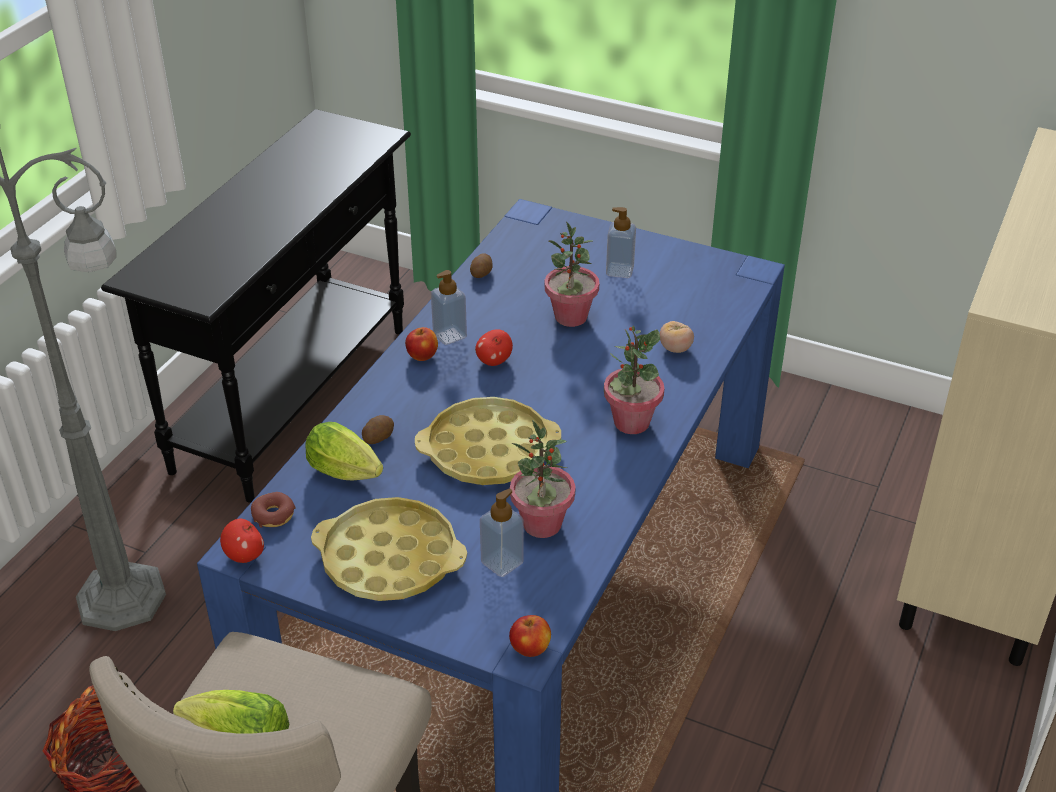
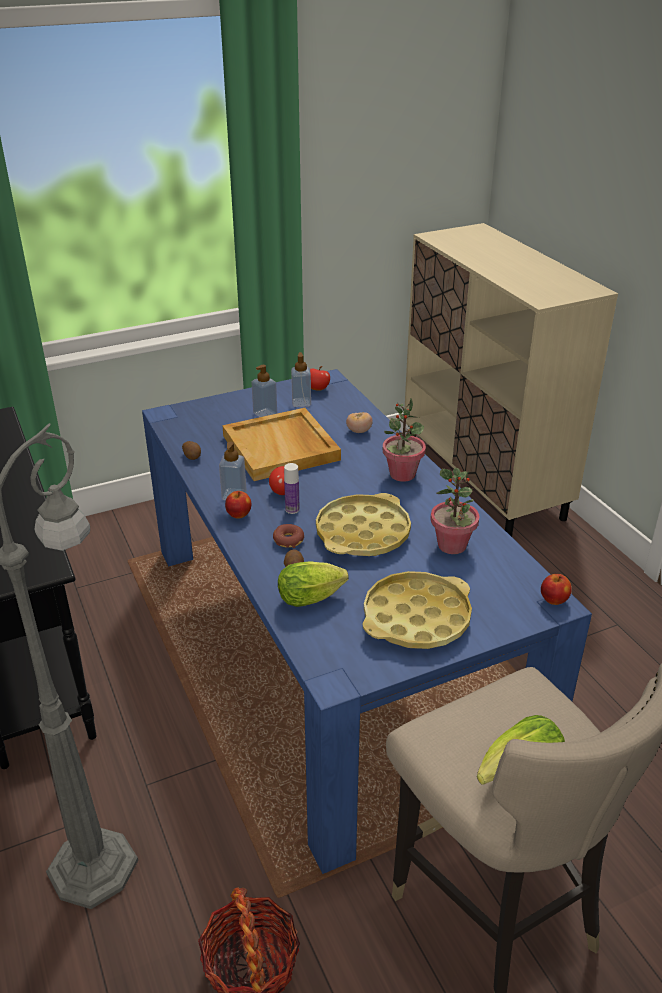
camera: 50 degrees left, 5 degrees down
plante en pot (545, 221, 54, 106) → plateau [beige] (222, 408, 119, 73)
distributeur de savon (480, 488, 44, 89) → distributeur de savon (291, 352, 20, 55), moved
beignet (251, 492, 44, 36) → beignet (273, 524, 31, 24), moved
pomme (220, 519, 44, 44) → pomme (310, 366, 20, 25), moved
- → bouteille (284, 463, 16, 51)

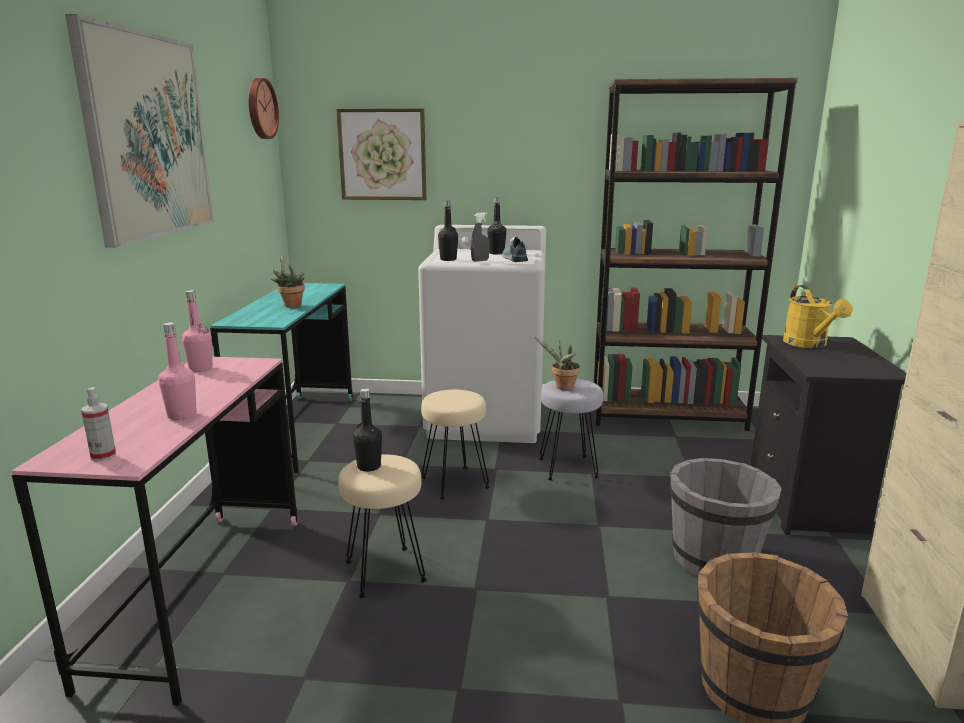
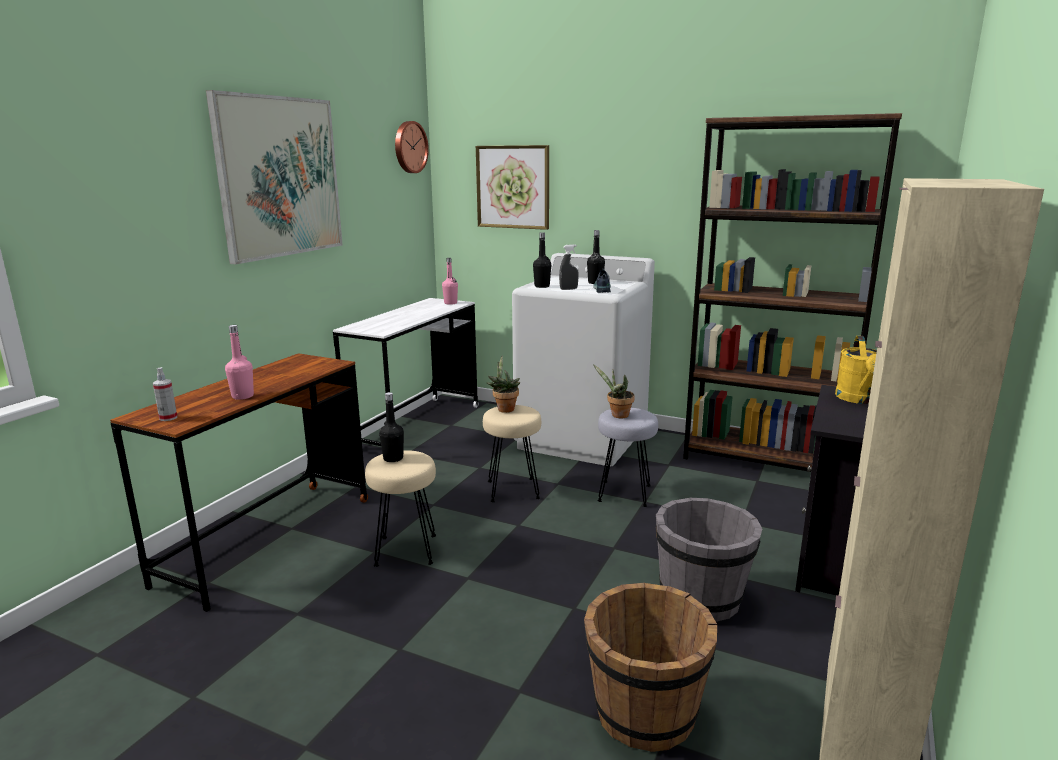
camera: 20 degrees right, 0 degrees up
plante en pot (271, 254, 34, 54) → plante en pot (487, 355, 33, 58), moved
bureau [turquoise] (210, 283, 143, 190) → bureau [blanc] (333, 298, 145, 148)
bouteille [rose] (182, 290, 31, 82) → bouteille [rose] (442, 258, 16, 47), moved
bureau [rose] (12, 357, 286, 349) → bureau [marron] (110, 353, 258, 259)

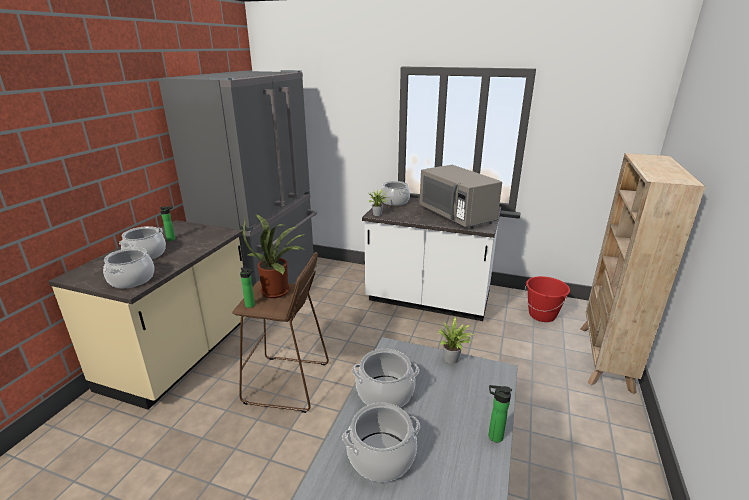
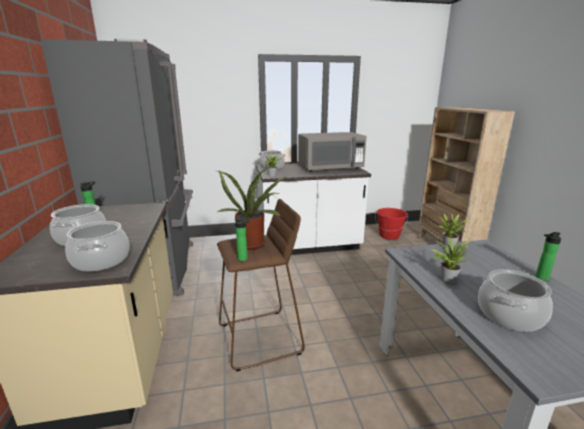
camera: 30 degrees left, 5 degrees down
micro-ondes [gris] (420, 165, 82, 64) → micro-ondes [gris] (298, 132, 68, 40), 45 degrees counterclockwise
marmite (352, 349, 67, 59) → plante en pot (431, 237, 39, 47)

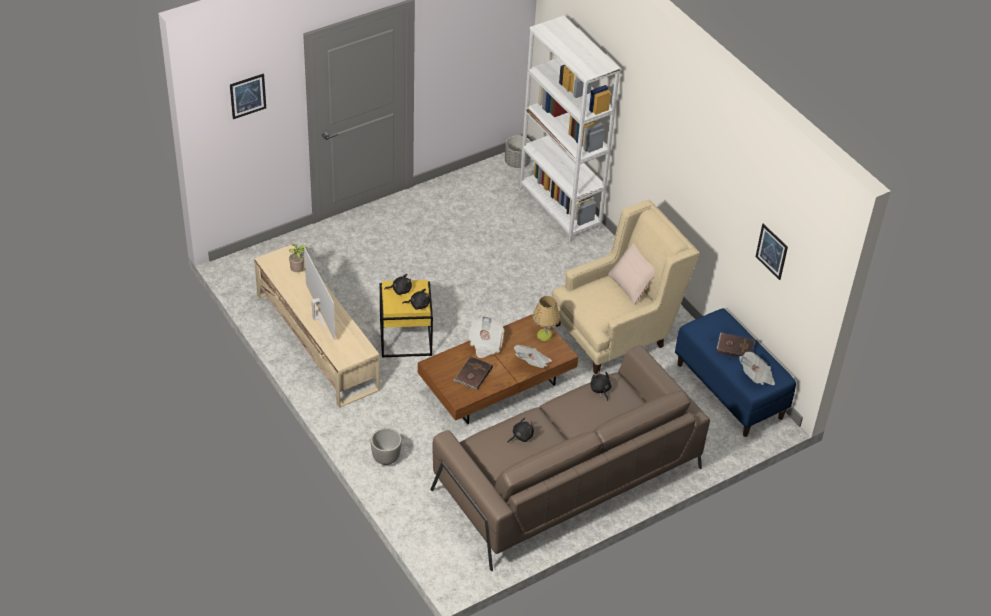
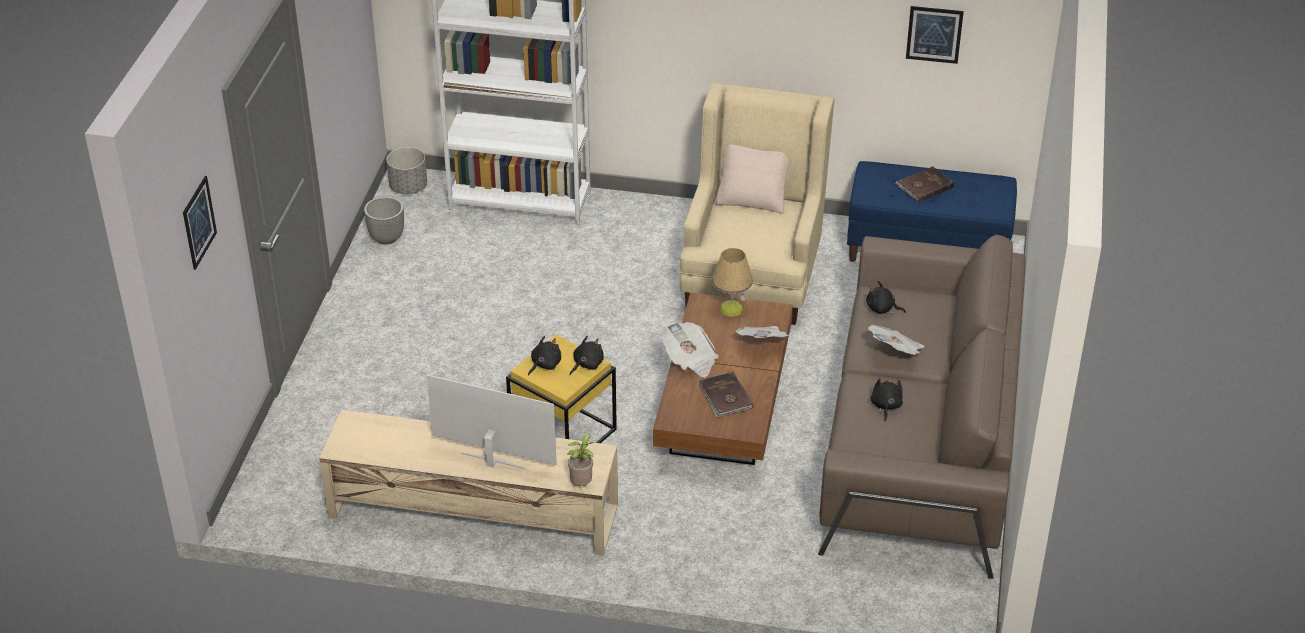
camera: 45 degrees left, 5 degrees down
plante en pot (289, 244, 18, 28) → plante en pot (567, 434, 27, 52), moved
journal (739, 352, 36, 33) → journal (868, 325, 57, 30), moved
cache-pot (370, 428, 32, 37) → cache-pot (364, 197, 40, 48), moved

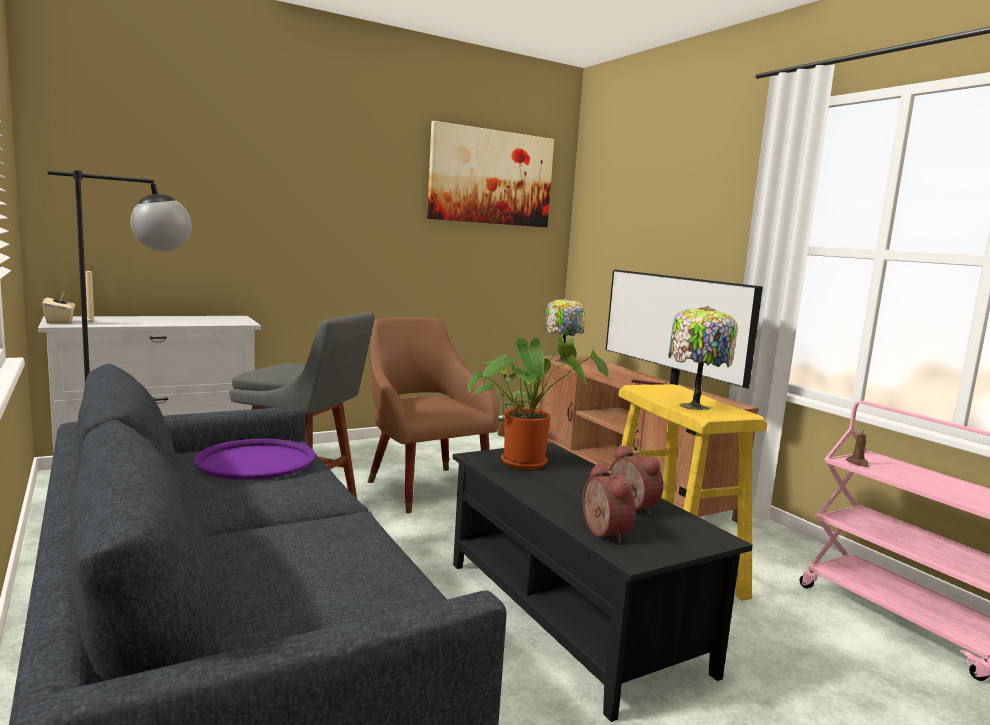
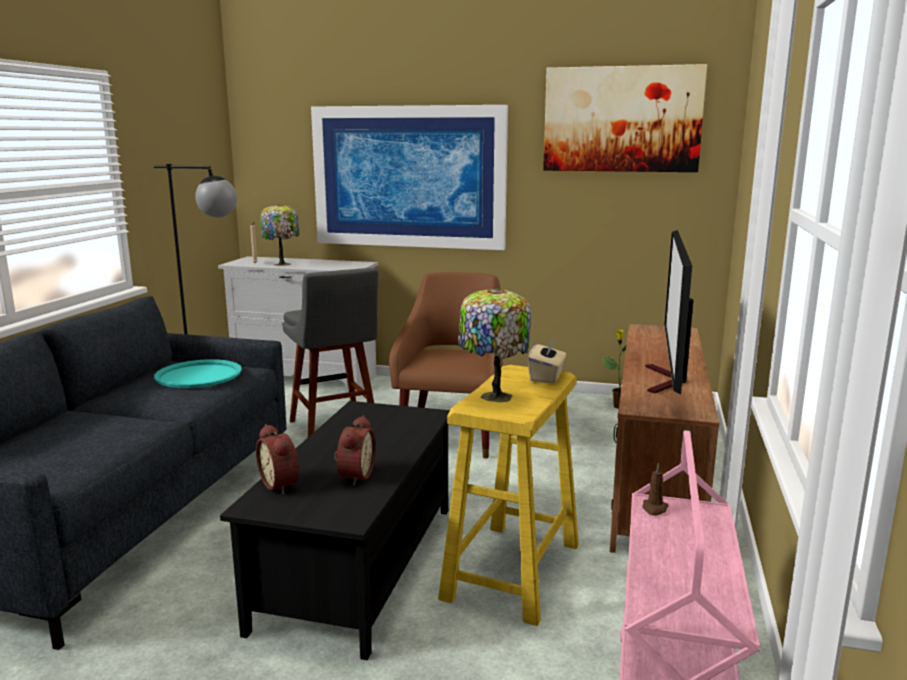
camera: 45 degrees right, 5 degrees up
boîte à mouchoirs [beige] (43, 291, 33, 33) → boîte à mouchoirs [beige] (528, 340, 38, 44), moved
lampe de table (545, 298, 40, 65) → lampe de table (260, 204, 39, 62), moved
plante en pot (468, 337, 141, 133) → -
plateau [violet] (194, 439, 121, 41) → plateau [turquoise] (154, 359, 88, 29)
réveil (583, 463, 52, 80) → réveil (256, 424, 43, 70), 120 degrees clockwise
- → tableau (311, 105, 197, 145)

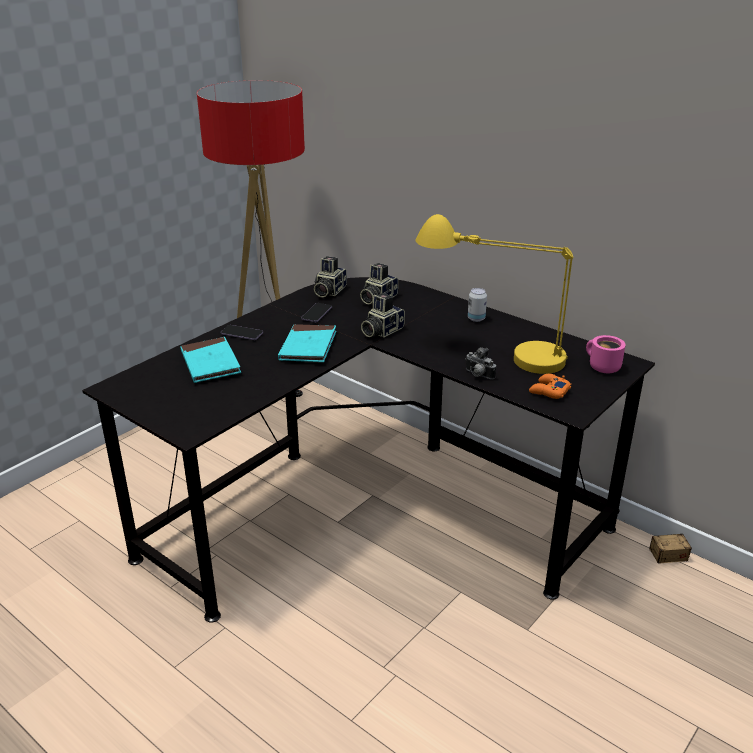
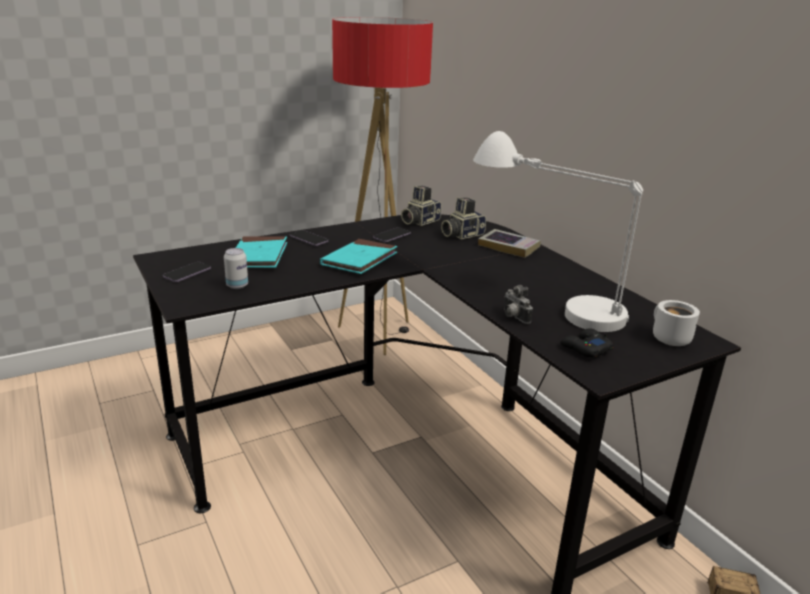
camera: 20 degrees right, 5 degrees down
lampe de table [jaune] (416, 214, 157, 160) → lampe de table [blanc] (473, 131, 170, 201)
boîte métallique (468, 288, 19, 34) → boîte métallique (224, 248, 24, 41), moved
appareil photo (361, 293, 44, 45) → -
mug [rose] (586, 335, 40, 38) → mug [blanc] (653, 300, 47, 46)
manette [orange] (529, 373, 42, 26) → manette [noir] (560, 328, 54, 30)
- → livre (478, 229, 63, 29)
- → téléphone (163, 262, 48, 20)

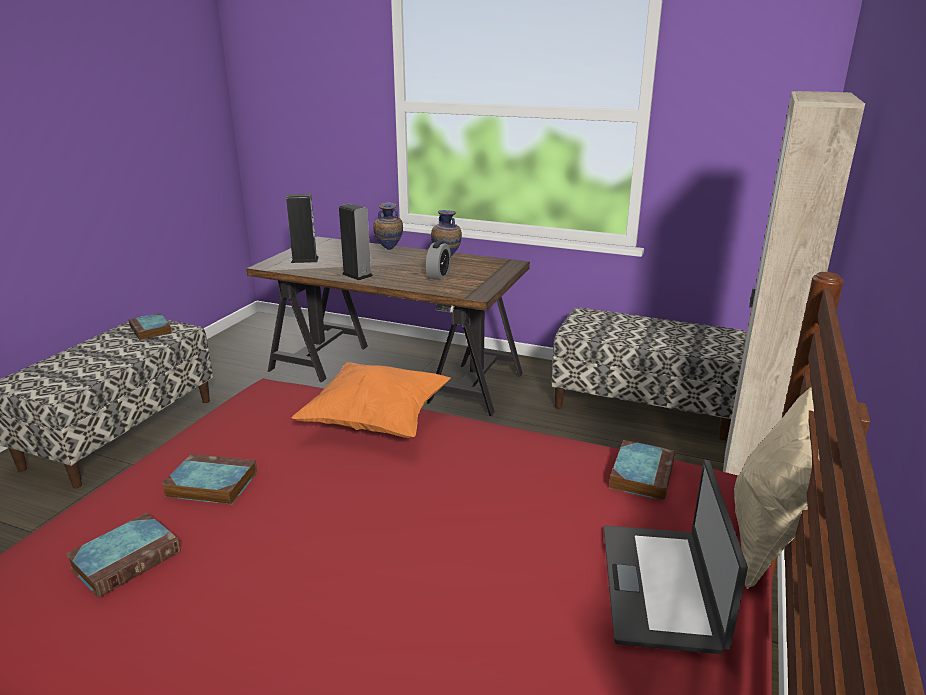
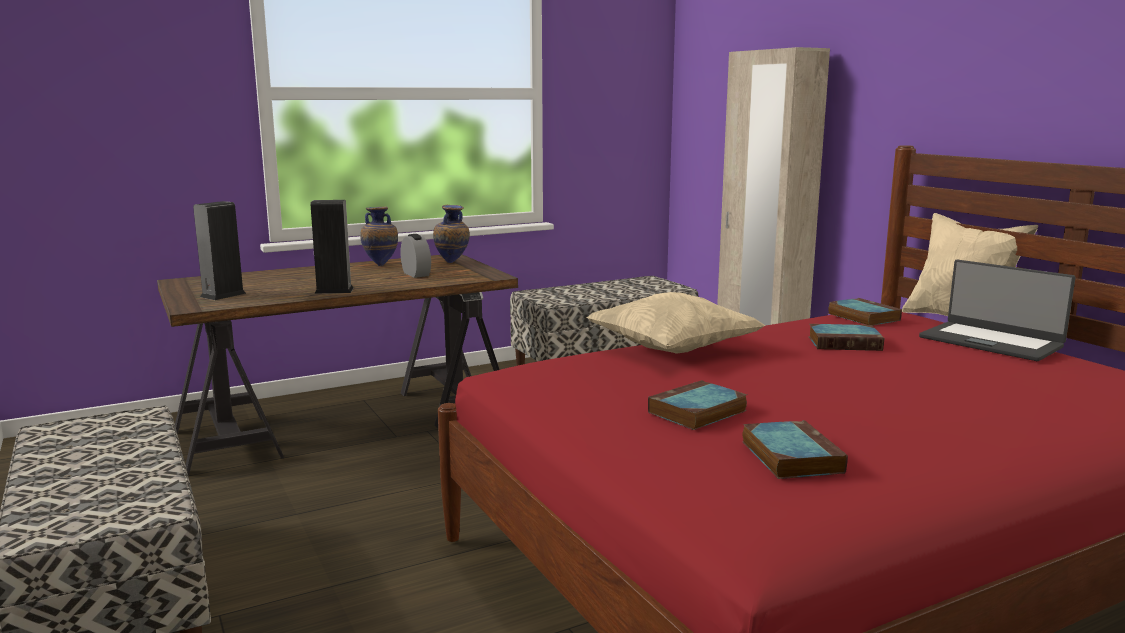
camera: 50 degrees left, 10 degrees down
vase (373, 202, 30, 48) → vase (433, 205, 37, 58), moved
livre (128, 313, 44, 27) → livre (808, 324, 76, 27), moved
coussin [orange] (292, 362, 159, 76) → coussin [beige] (586, 292, 180, 62)

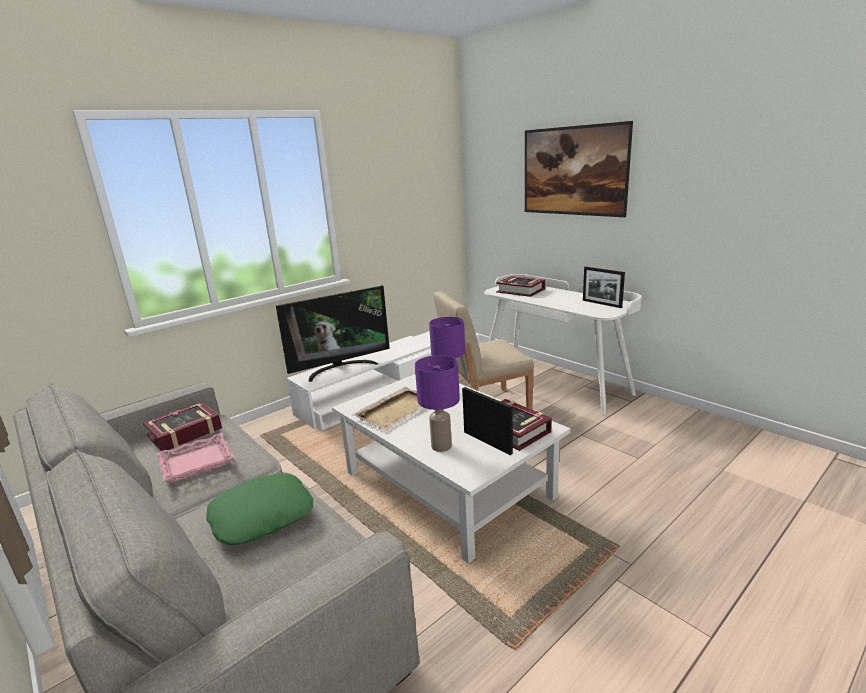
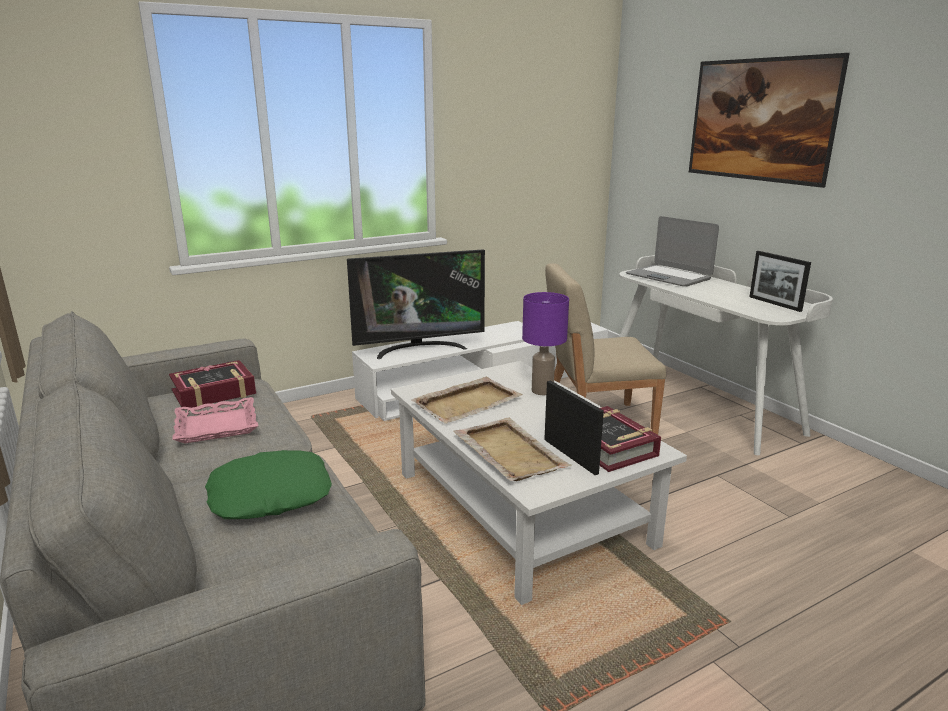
camera: 10 degrees right, 0 degrees up
livre (496, 276, 49, 21) → ordinateur portable (626, 216, 93, 70)
lampe de table [violet] (415, 355, 45, 97) → plateau [beige] (453, 418, 119, 63)

